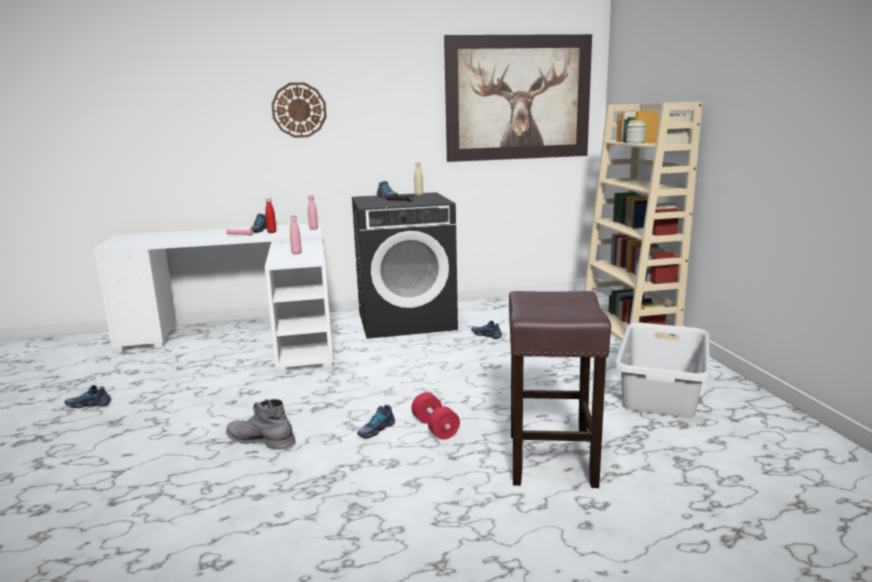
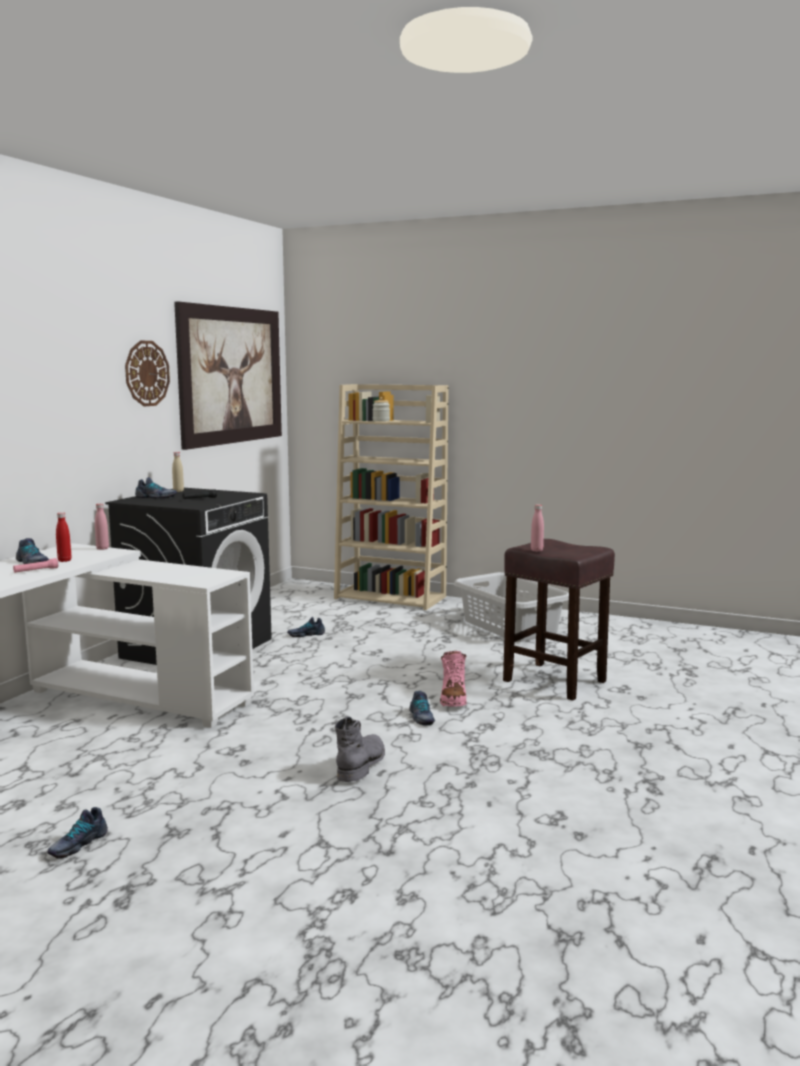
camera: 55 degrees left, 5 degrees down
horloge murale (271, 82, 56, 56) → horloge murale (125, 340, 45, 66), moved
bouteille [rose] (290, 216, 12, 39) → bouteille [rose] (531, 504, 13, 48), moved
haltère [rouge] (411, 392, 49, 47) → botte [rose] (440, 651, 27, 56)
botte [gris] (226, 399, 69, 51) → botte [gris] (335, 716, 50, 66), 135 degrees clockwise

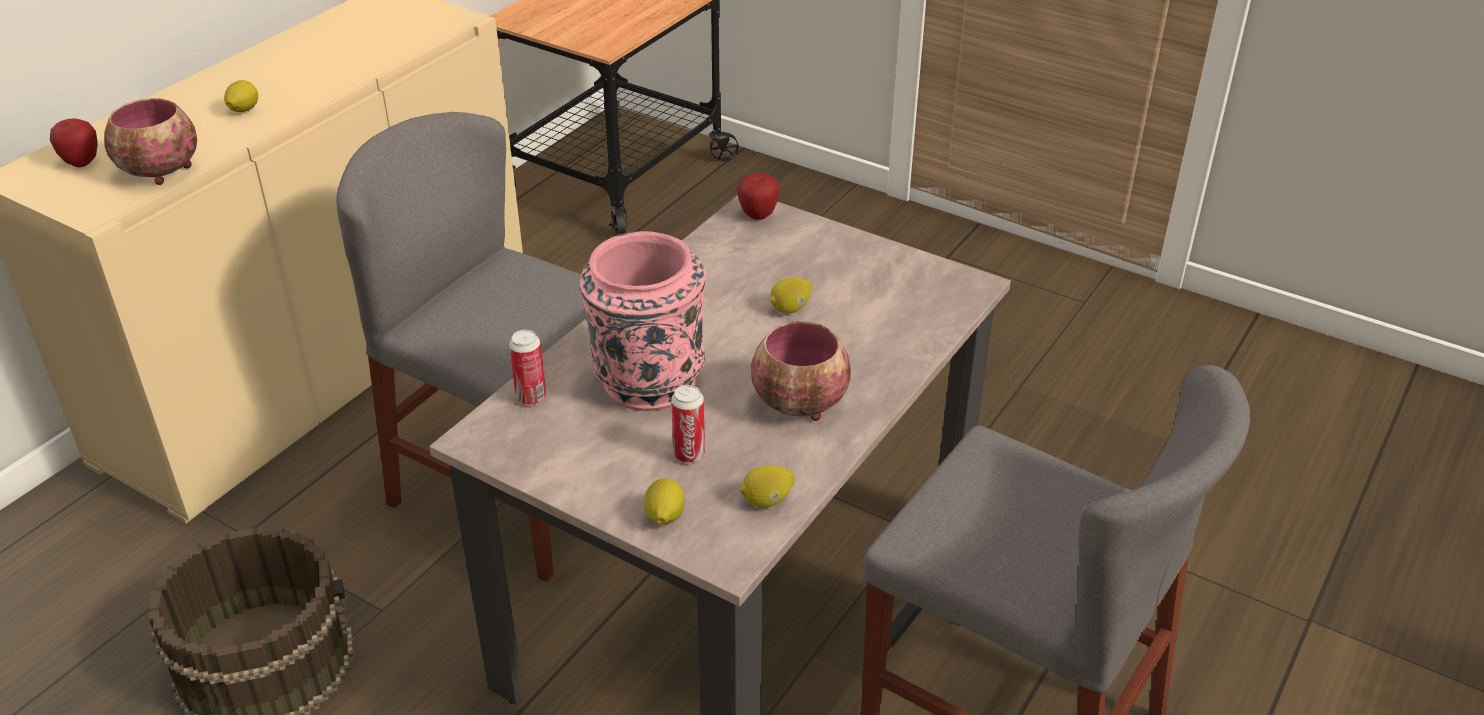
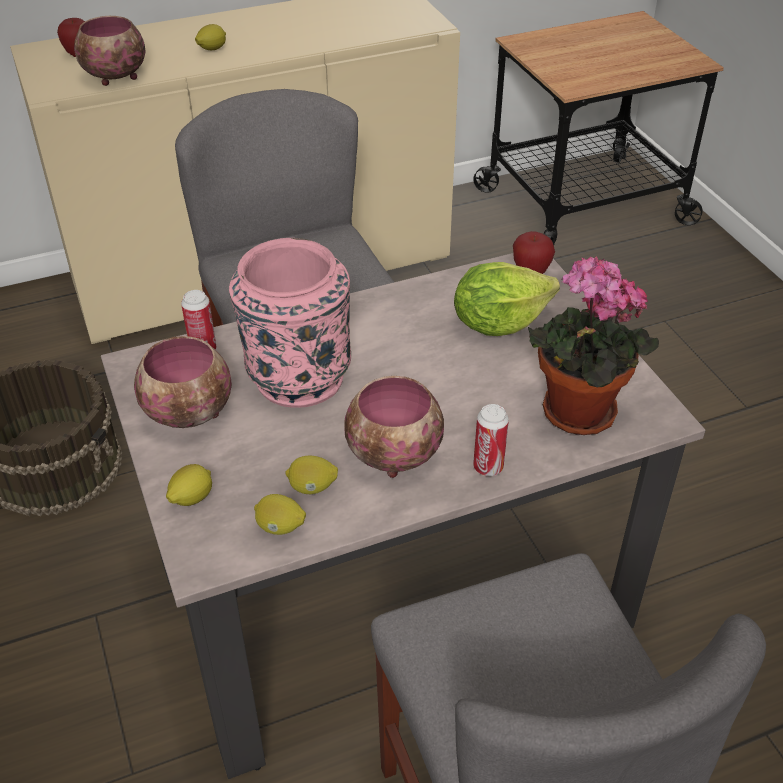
camera: 35 degrees right, 5 degrees up
citron (770, 277, 42, 37) → citron (285, 456, 53, 38), moved
boîte métallique (671, 385, 34, 78) → boîte métallique (473, 404, 36, 72), moved
- → plante en pot (528, 257, 131, 178)
- → laitue (454, 262, 106, 74)
- → bol (134, 336, 98, 92)

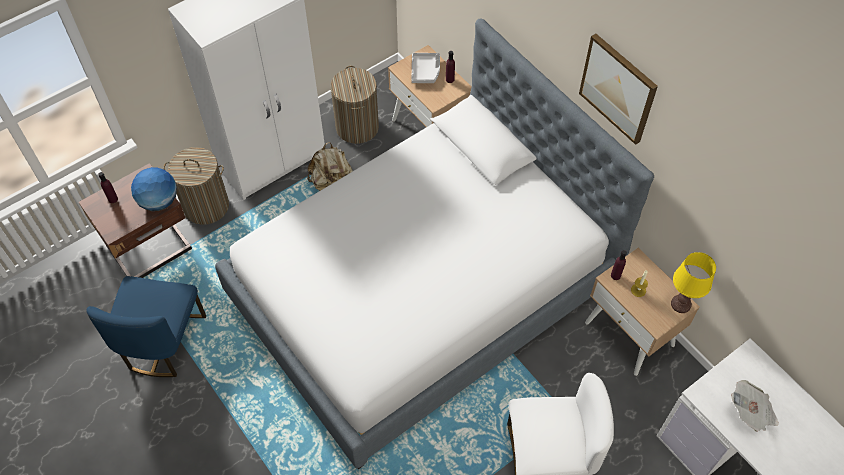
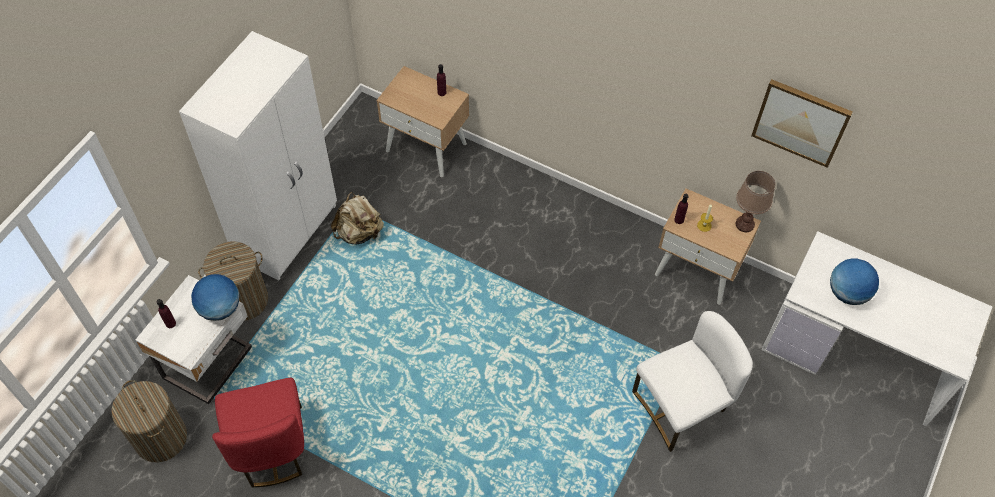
camera: 25 degrees left, 0 degrees up
lit (215, 19, 439, 451) → -
tableau (579, 34, 79, 111) → tableau (751, 79, 102, 89), moved
plateau [gris] (411, 53, 29, 30) → -
panier à linge (330, 66, 49, 78) → panier à linge (111, 380, 76, 82), moved
table de chevet [marron] (79, 163, 113, 115) → table de chevet [blanc] (136, 275, 116, 129)
lampe de table [jaune] (671, 252, 45, 61) → lampe de table [marron] (736, 171, 39, 61)
chaise [bleu] (86, 276, 120, 101) → chaise [rouge] (212, 378, 92, 109)
journal (731, 380, 48, 51) → globe (830, 258, 49, 47)

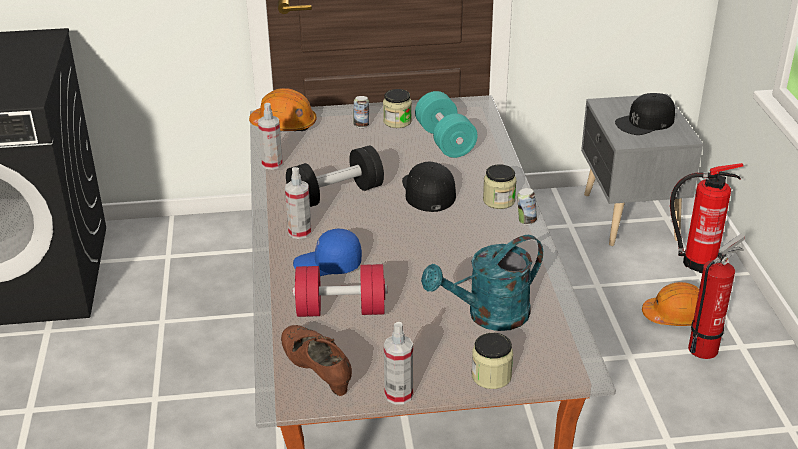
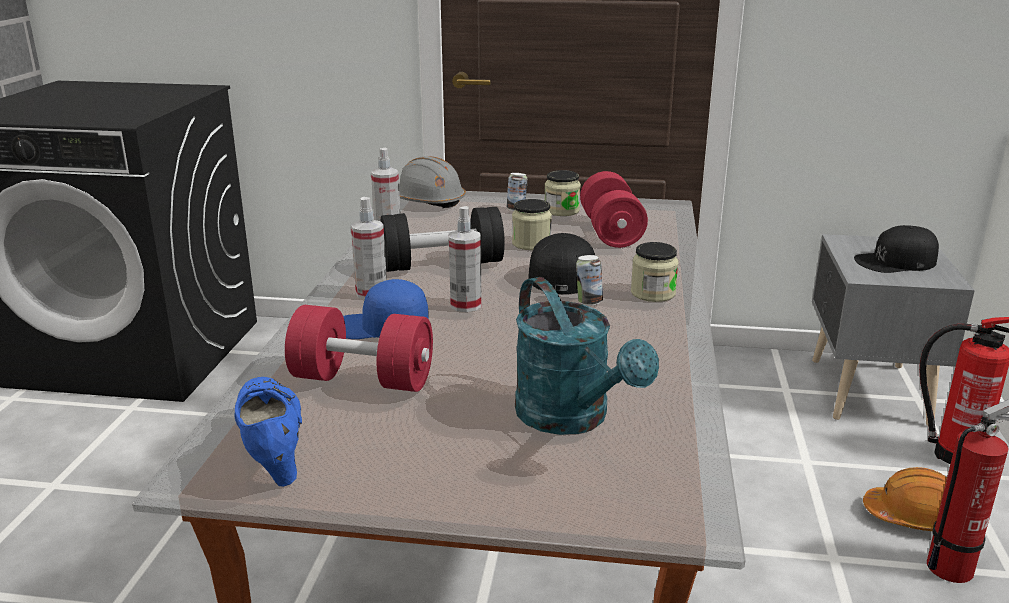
camera: 15 degrees right, 10 degrees down
casque de chantier [orange] (249, 88, 68, 44) → casque de chantier [gris] (399, 156, 67, 52)
haltère [turquoise] (415, 91, 62, 67) → haltère [rouge] (580, 171, 68, 77)
boîte métallique (517, 188, 20, 37) → boîte métallique (576, 255, 27, 51), moved
arrosoir [turquoise] (421, 235, 122, 96) → arrosoir [turquoise] (515, 277, 144, 158), 105 degrees counterclockwise
vaporisateur (384, 322, 29, 83) → vaporisateur (449, 206, 33, 106), moved
chaussure [marron] (281, 325, 71, 71) → chaussure [bleu] (234, 377, 68, 110)
bocal (471, 333, 42, 56) → bocal (512, 199, 40, 51), moved

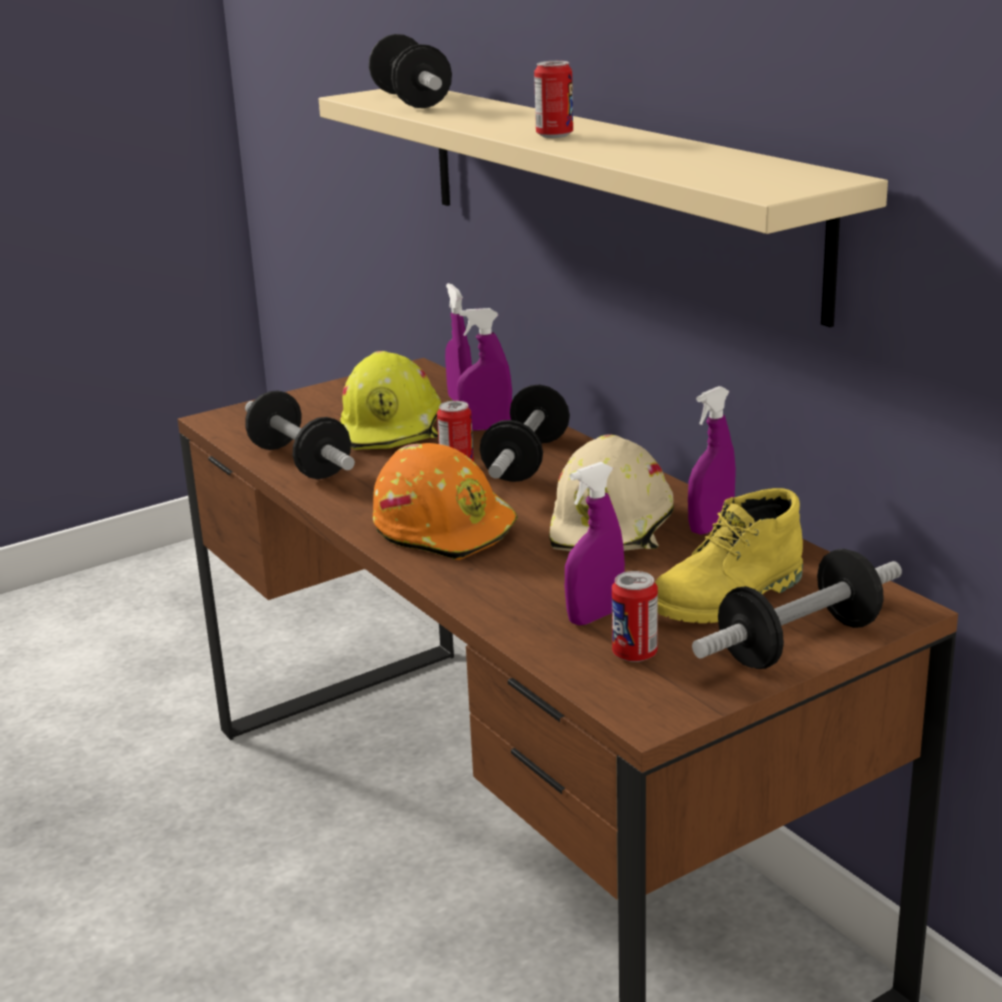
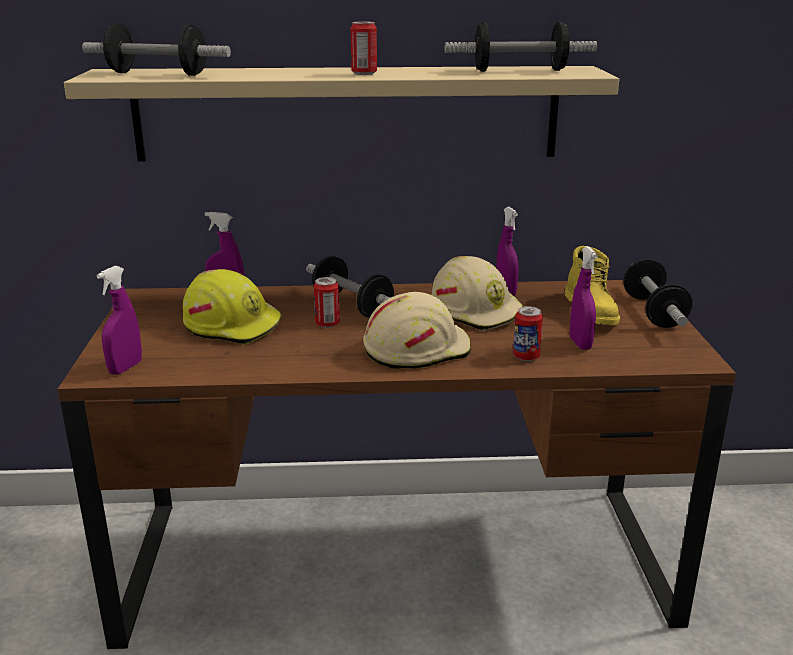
camera: 60 degrees left, 0 degrees up
vaporisateur [violet] (457, 308, 55, 122) → vaporisateur [violet] (97, 266, 45, 109), moved
haltère (245, 390, 110, 89) → haltère (445, 22, 152, 50), moved
casque de chantier [orange] (373, 443, 145, 117) → casque de chantier [beige] (363, 292, 108, 77)
boîte métallique (612, 571, 46, 91) → boîte métallique (513, 306, 30, 55), moved

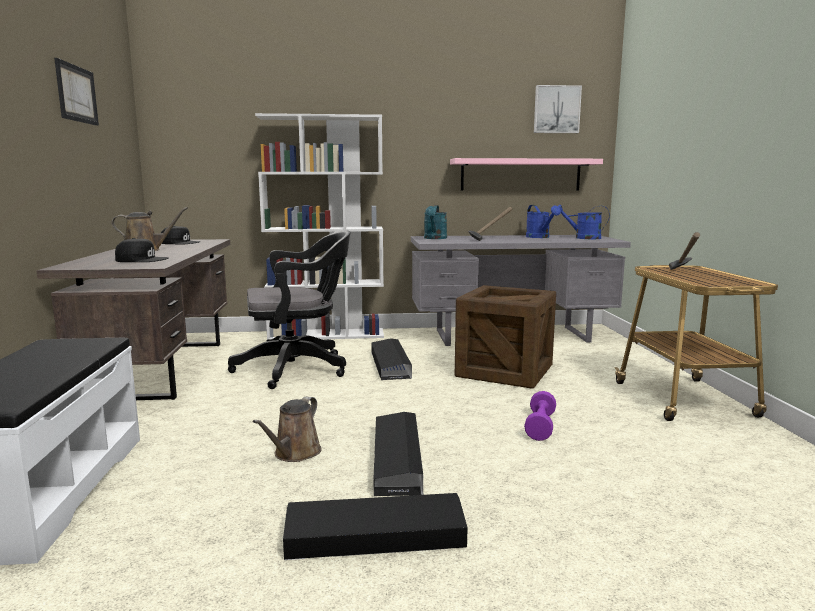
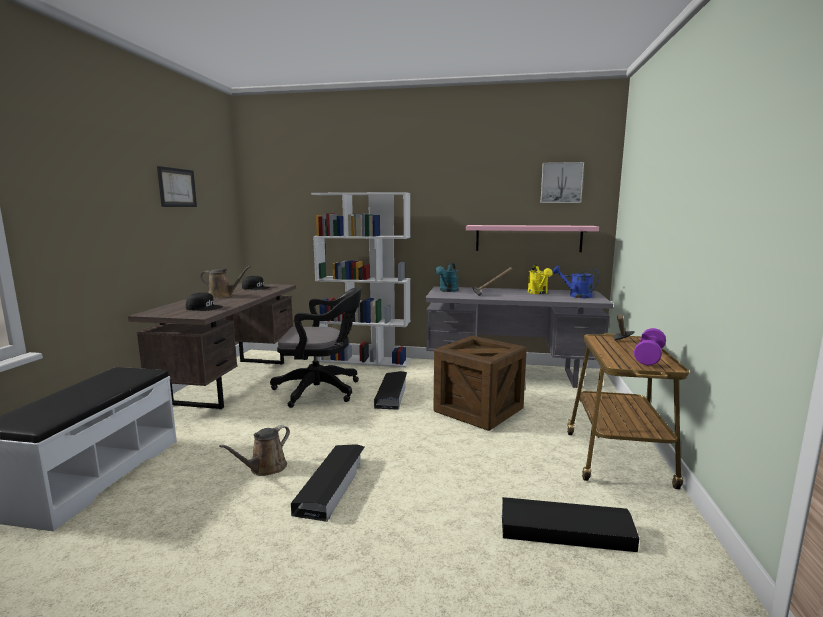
camera: 15 degrees right, 0 degrees up
arrosoir [bleu] (526, 205, 35, 33) → arrosoir [jaune] (528, 265, 25, 29)
haltère [violet] (524, 391, 32, 50) → haltère [violet] (634, 328, 32, 37), moved
boîte de rangement [noir] (283, 493, 184, 67) → boîte de rangement [noir] (502, 497, 137, 55), moved

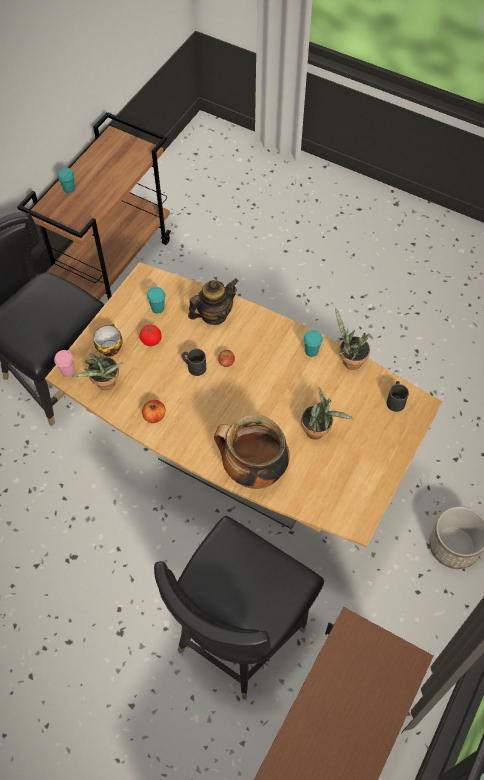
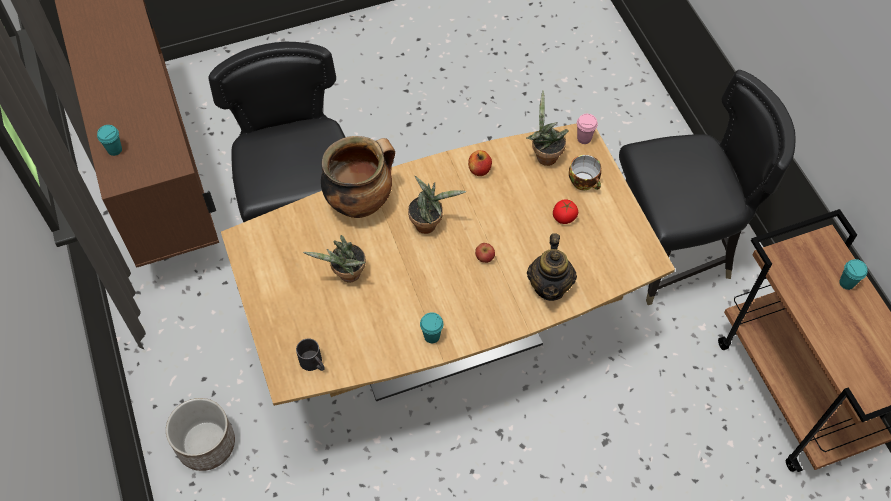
camera: 130 degrees right, 0 degrees up
tasse [turquoise] (147, 287, 18, 27) → tasse [turquoise] (97, 125, 25, 31), moved
plante en pot (335, 308, 35, 62) → plante en pot (408, 176, 58, 58), moved
mug [noir] (182, 349, 24, 27) → -

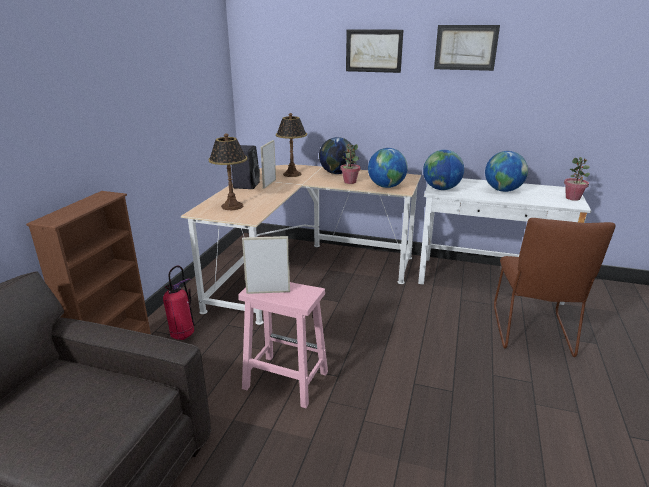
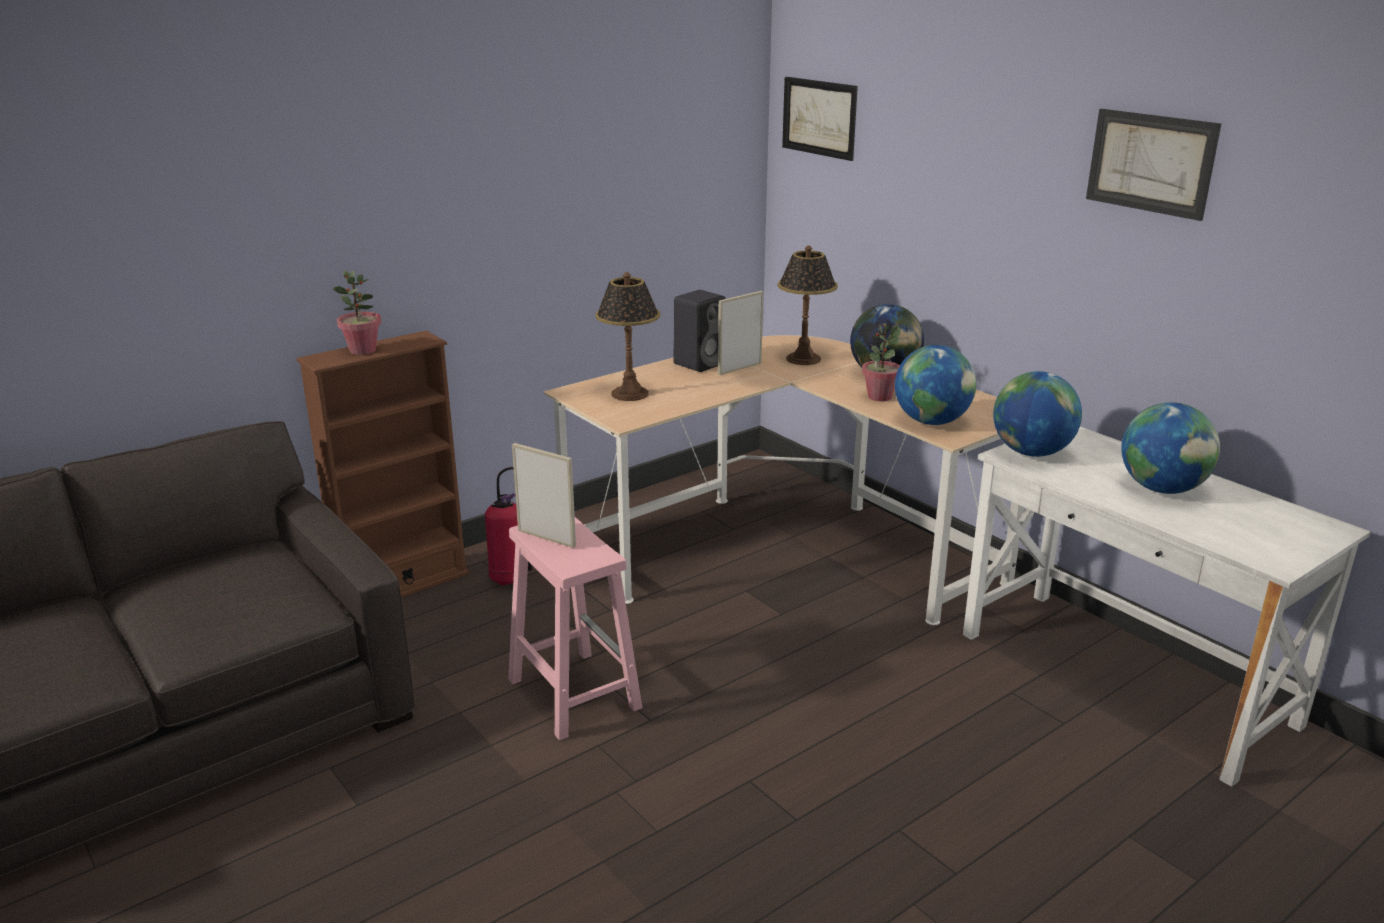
camera: 35 degrees right, 0 degrees up
tableau (346, 29, 57, 44) → tableau (782, 77, 76, 84), moved
plante en pot (564, 157, 26, 44) → plante en pot (333, 271, 48, 84), moved
chaise [marron] (494, 218, 122, 139) → -

